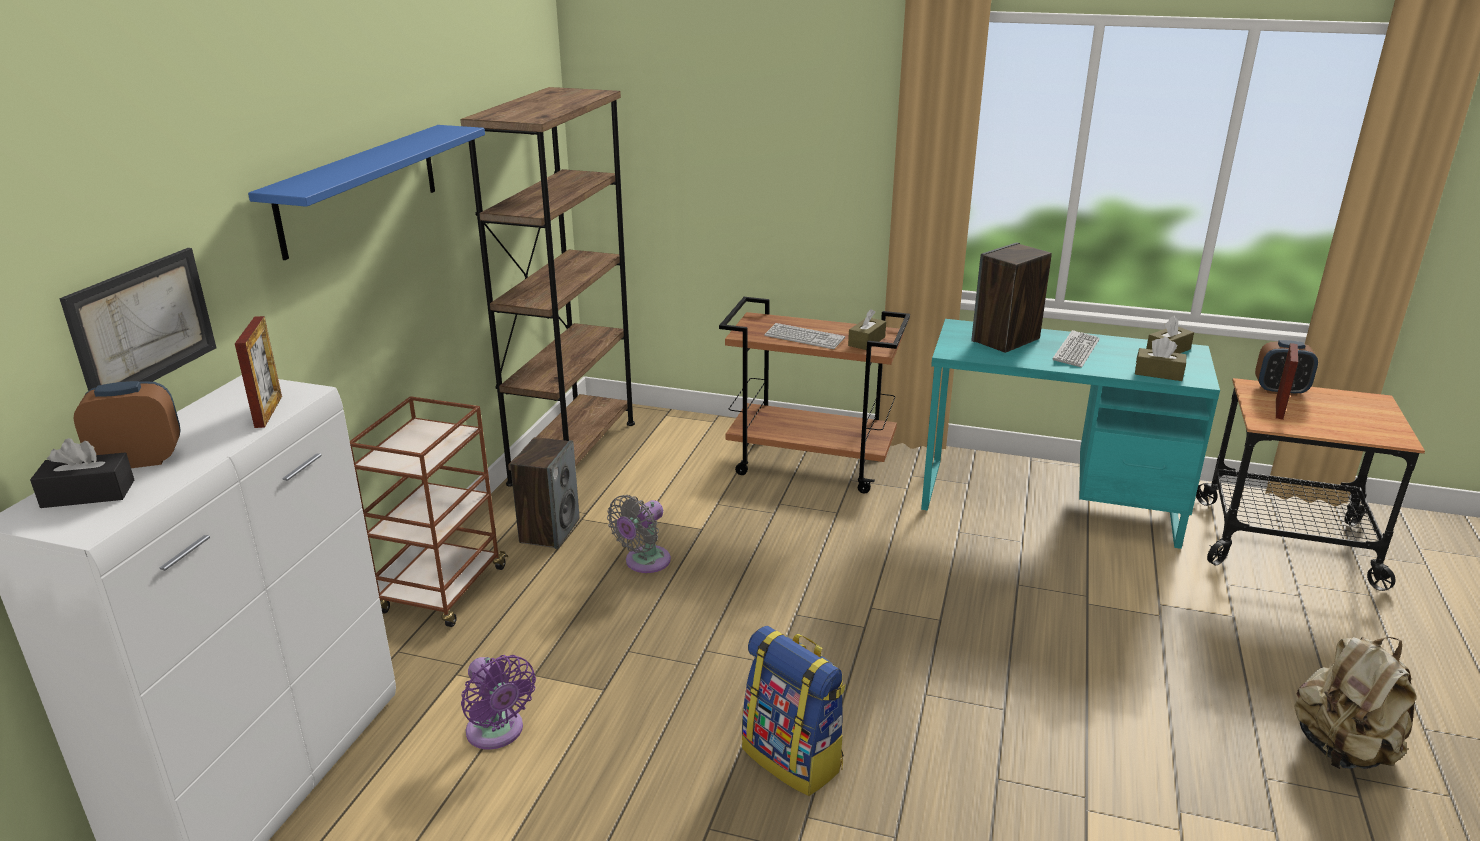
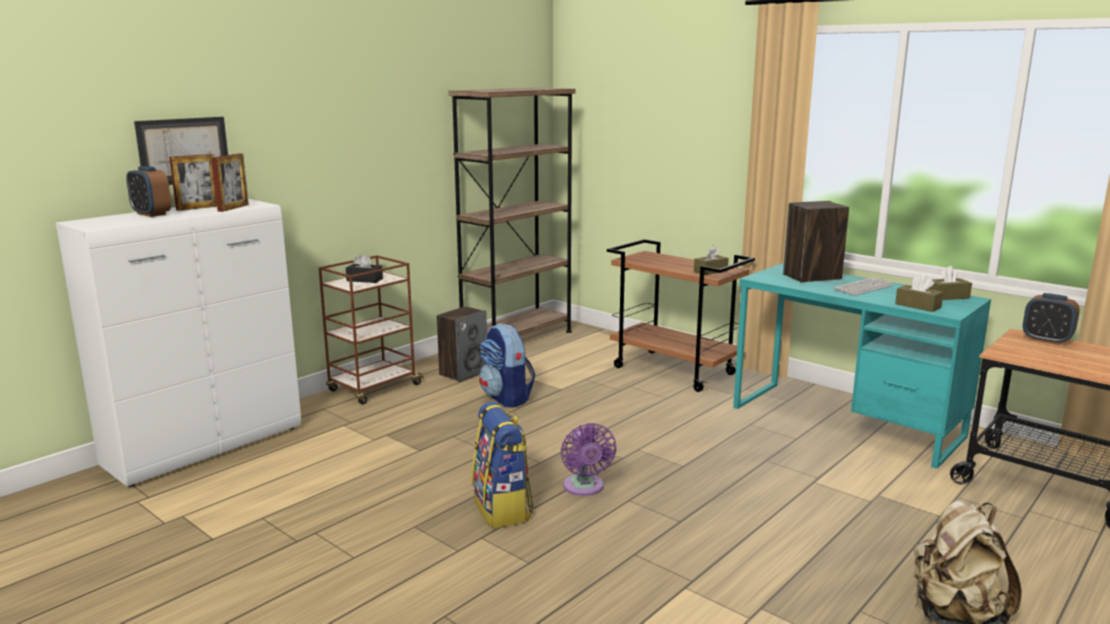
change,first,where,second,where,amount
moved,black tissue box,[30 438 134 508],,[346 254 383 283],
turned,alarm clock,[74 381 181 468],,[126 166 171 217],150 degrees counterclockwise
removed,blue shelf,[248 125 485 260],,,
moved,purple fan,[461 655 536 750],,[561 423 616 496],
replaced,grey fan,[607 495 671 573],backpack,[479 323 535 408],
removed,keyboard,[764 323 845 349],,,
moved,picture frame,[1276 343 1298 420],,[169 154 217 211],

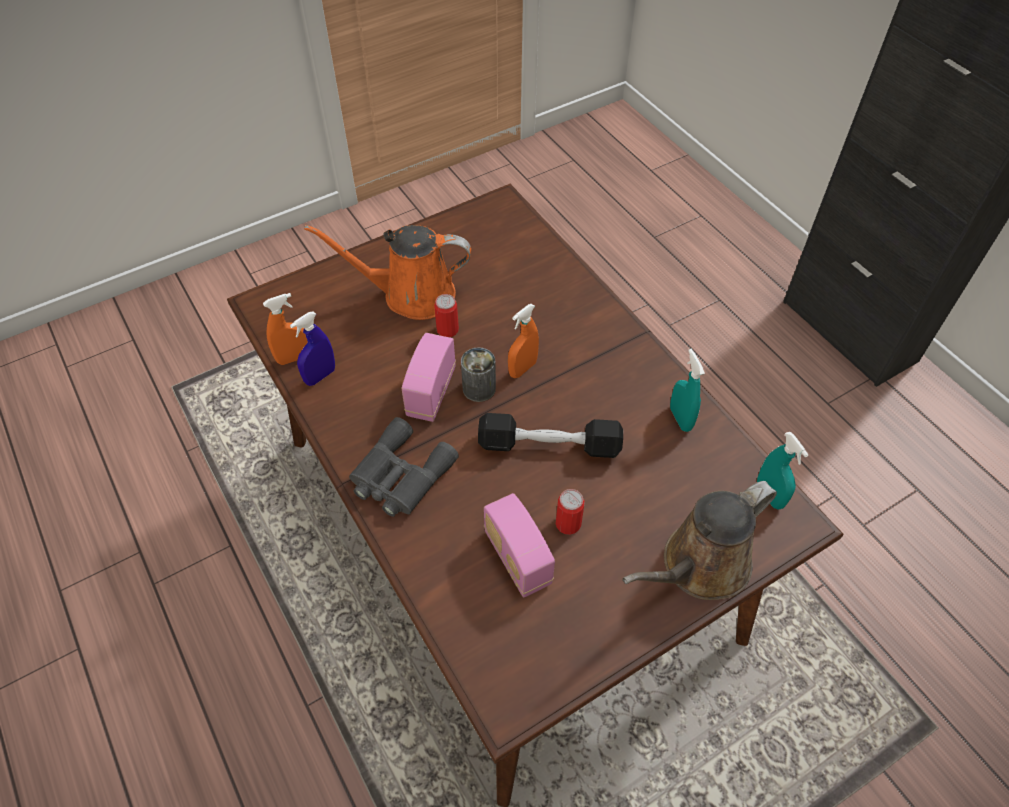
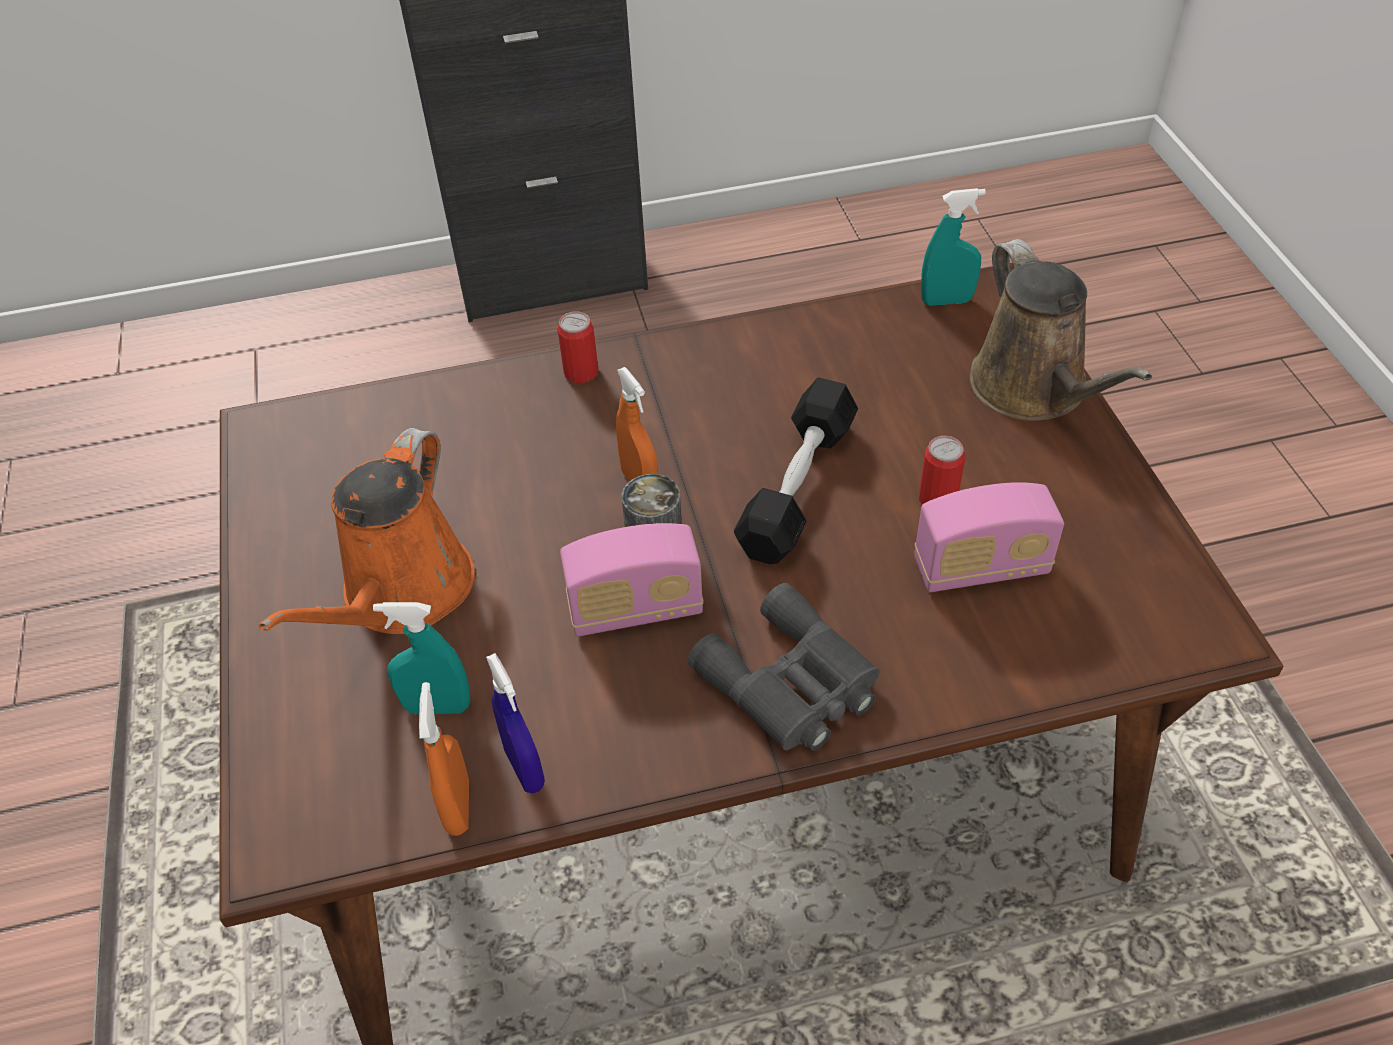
change,first,where,second,where,amount
turned,radio,[402 333 456 422],,[560 523 703 636],45 degrees counterclockwise
moved,can,[434 294 459 337],,[558 311 598 383],
moved,turquoise spray bottle,[670 349 705 432],,[373 602 470 714],

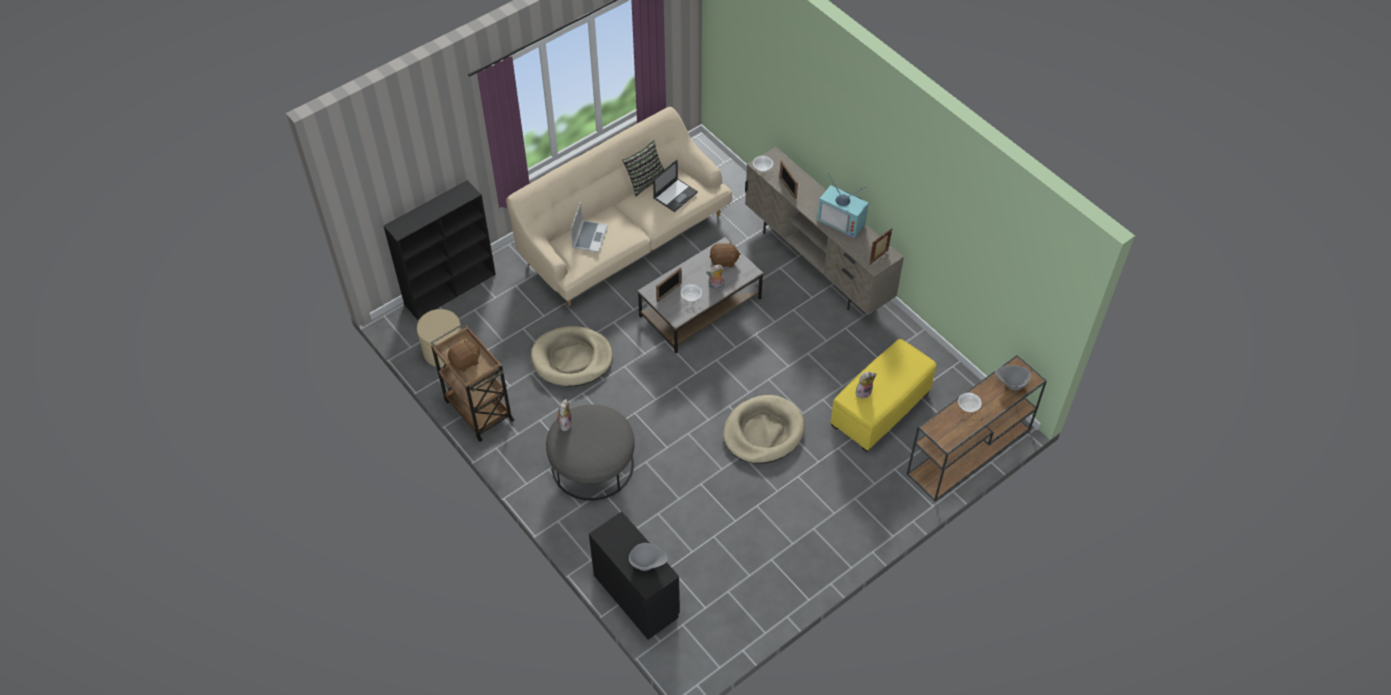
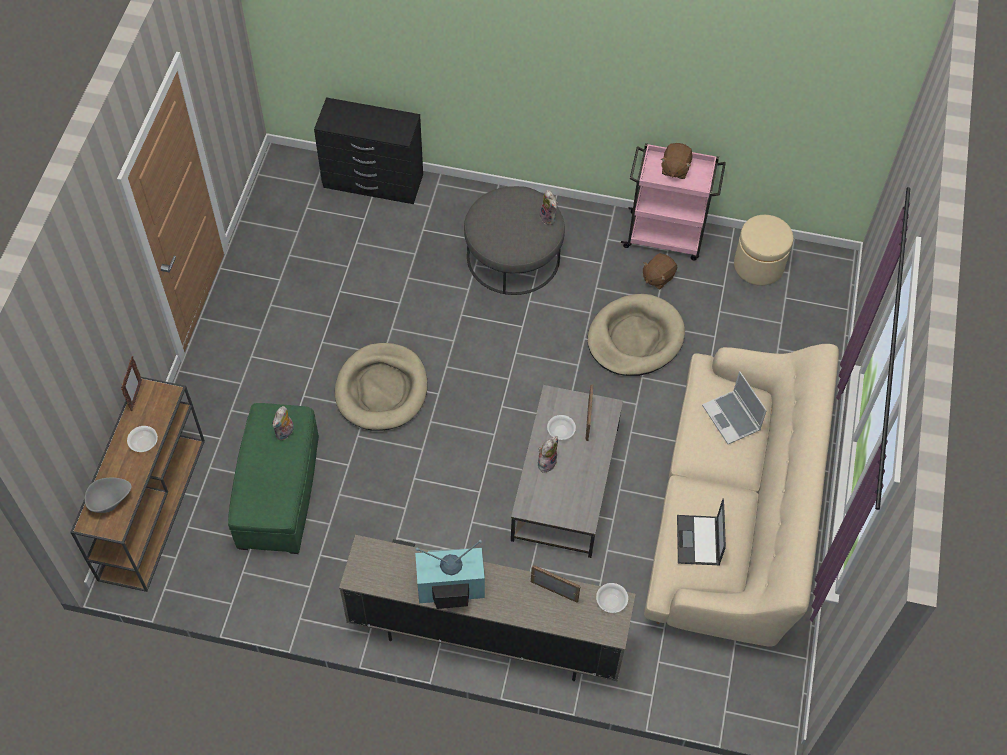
change,first,where,second,where,amount
removed,black bookcase,[384 180 496 320],,,
recoloured,brown cart,[431 324 514 442],pink cart,[621 143 726 260],
removed,pillow,[622 140 664 196],,,
removed,grey bowl,[629 543 668 571],,,
moved,brown plush toy,[710 241 741 268],,[643 253 677 289],
recoloured,yellow ottoman,[831 339 936 452],green ottoman,[228 403 319 554],
moved,picture frame,[869 229 892 265],,[121 356 142 411],

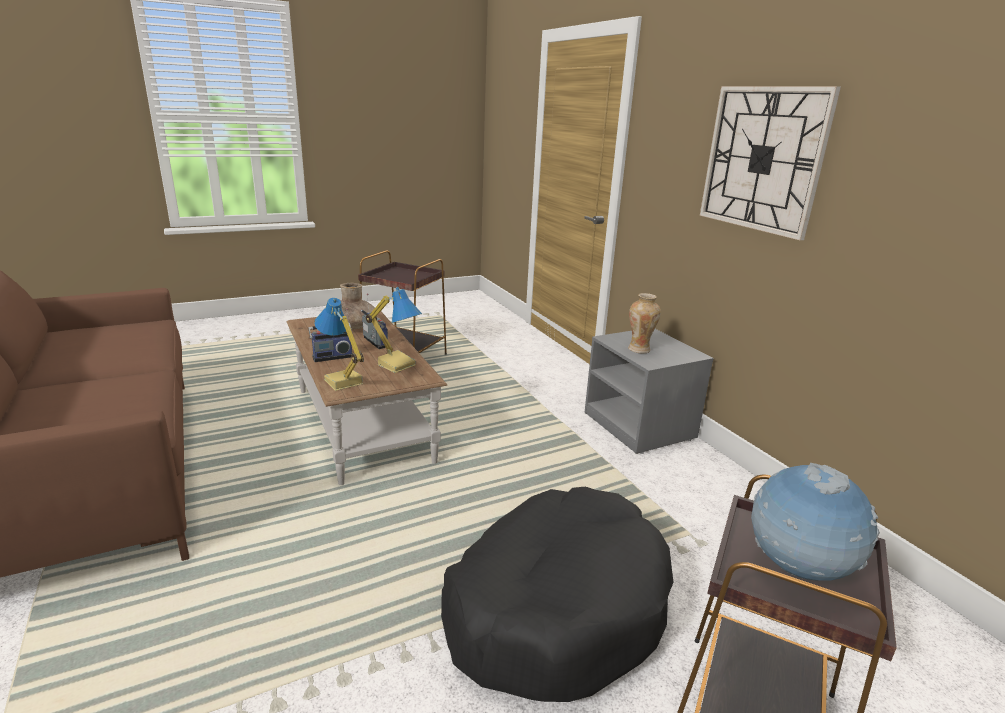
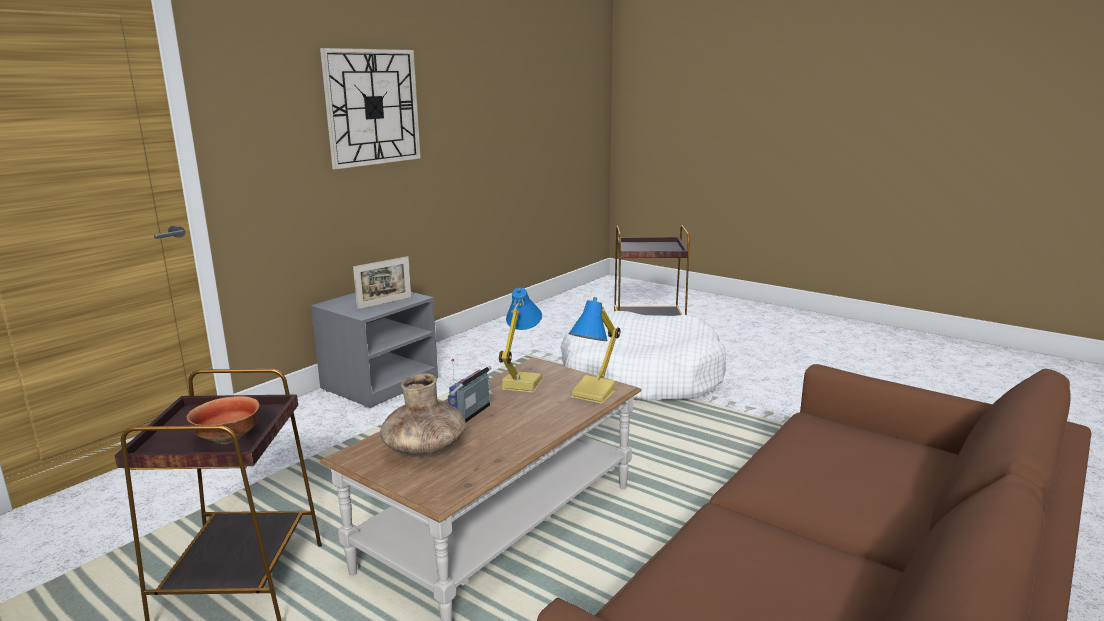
change,first,where,second,where,amount
removed,radio,[308 308 353 362],,,
recoloured,black dog bed,[441 487 673 702],white dog bed,[560 311 726 401],
replaced,vase,[628 293 661 354],picture frame,[353 256 411 309],
removed,globe,[751 463 880 581],,,
added,,,bowl,[187 396 260 444],

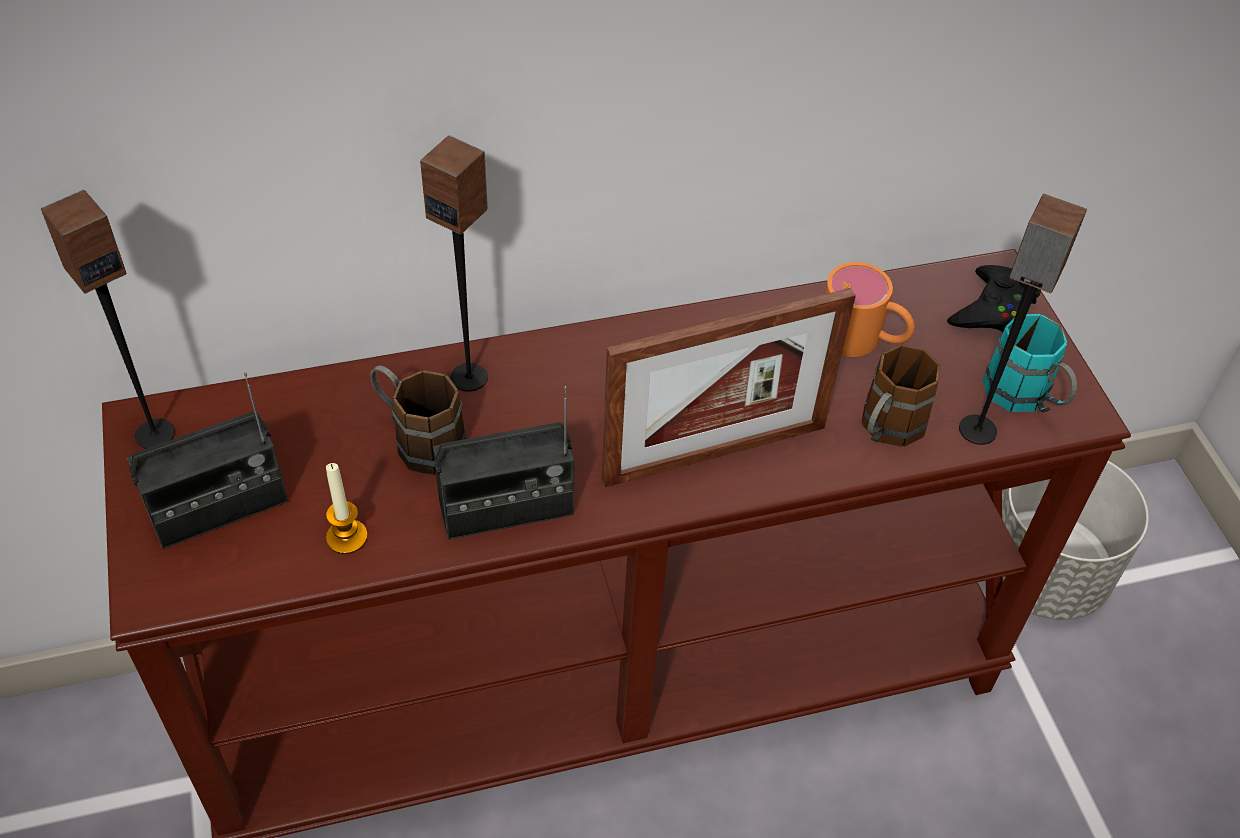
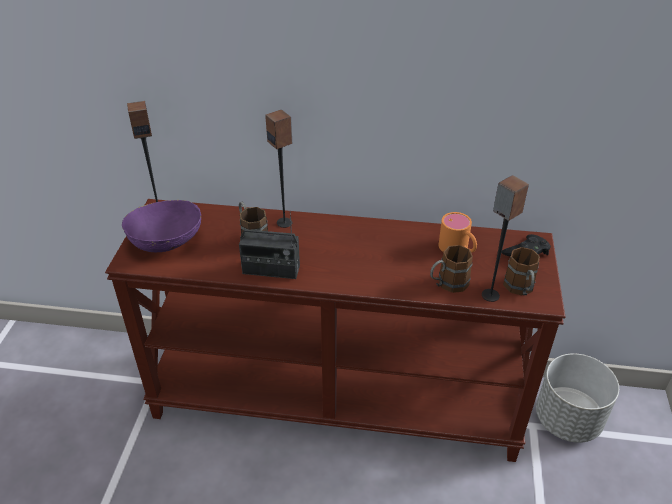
change,first,where,second,where,amount
replaced,radio,[127 372 289 549],purple bowl,[122 200 201 252],
removed,candle,[326 463 368 554],,,
removed,picture frame,[602 288 856 487],,,
recoloured,turquoise mug,[983 314 1077 413],brown mug,[503 247 540 295],

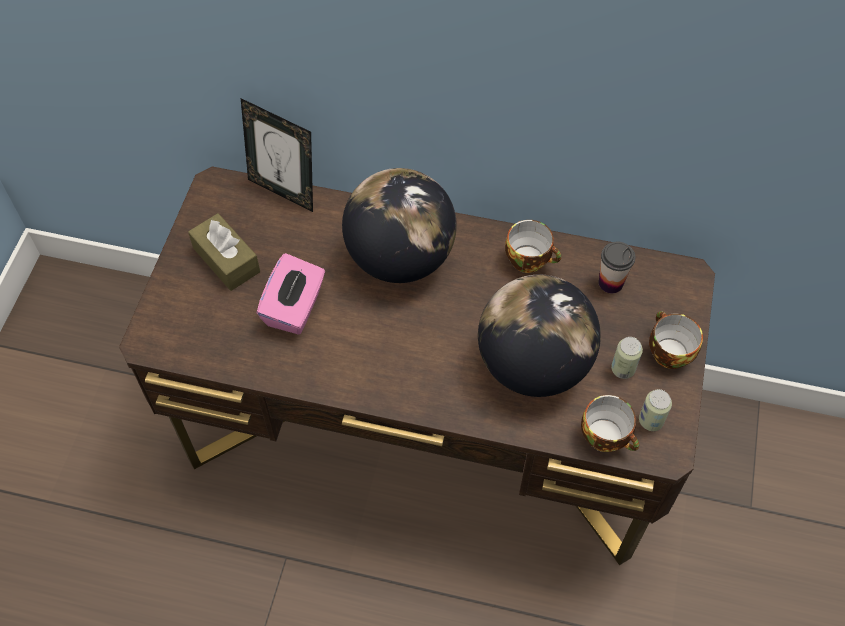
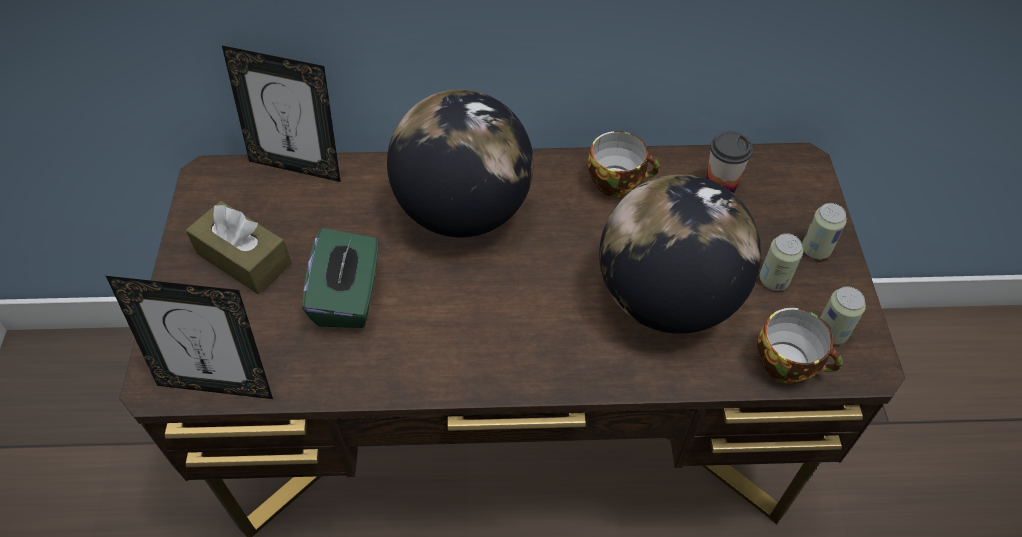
change,first,where,second,where,amount
recoloured,pink tissue box,[257 253 325 334],green tissue box,[302 228 378 328],
replaced,cup,[649 311 703 369],can,[802 203 847 260],
added,,,picture frame,[106 276 273 399],

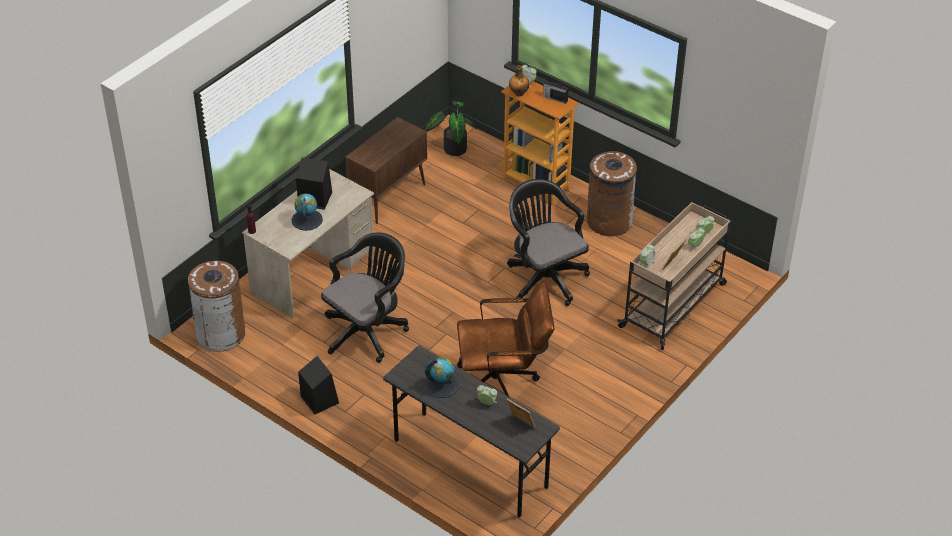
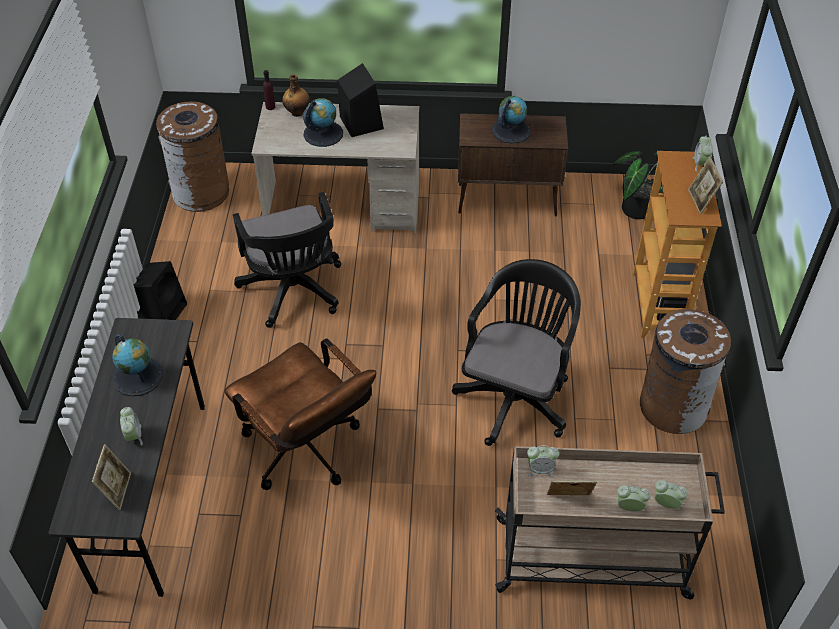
change,first,where,second,where,amount
turned,black office chair,[321 232 409 363],,[233 192 341 328],60 degrees clockwise
moved,bottle,[509 65 529 96],,[282 74 310 117],
replaced,radio,[543 81 569 104],picture frame,[688 156 723 214],
added,,,globe,[492 96 531 144],

